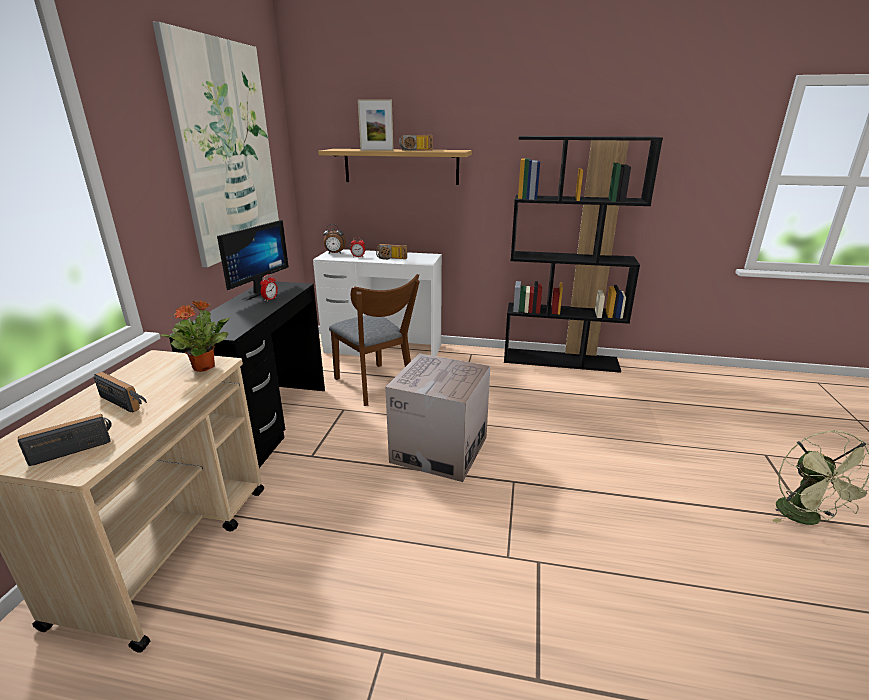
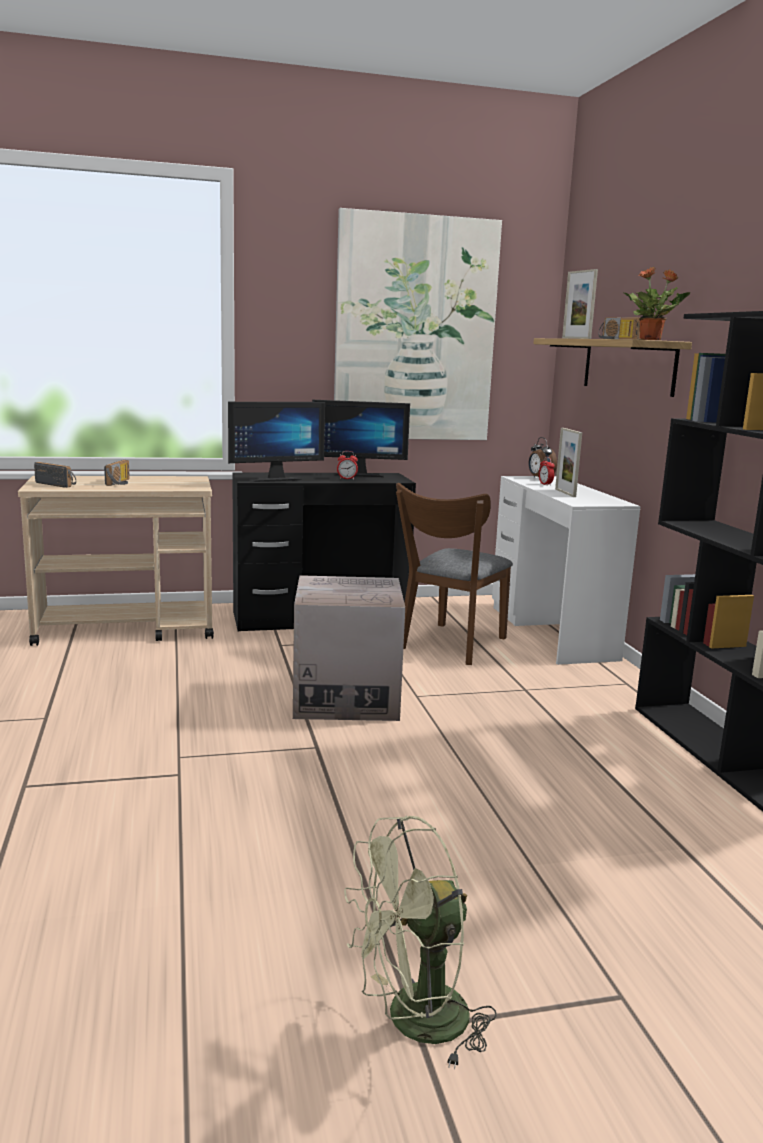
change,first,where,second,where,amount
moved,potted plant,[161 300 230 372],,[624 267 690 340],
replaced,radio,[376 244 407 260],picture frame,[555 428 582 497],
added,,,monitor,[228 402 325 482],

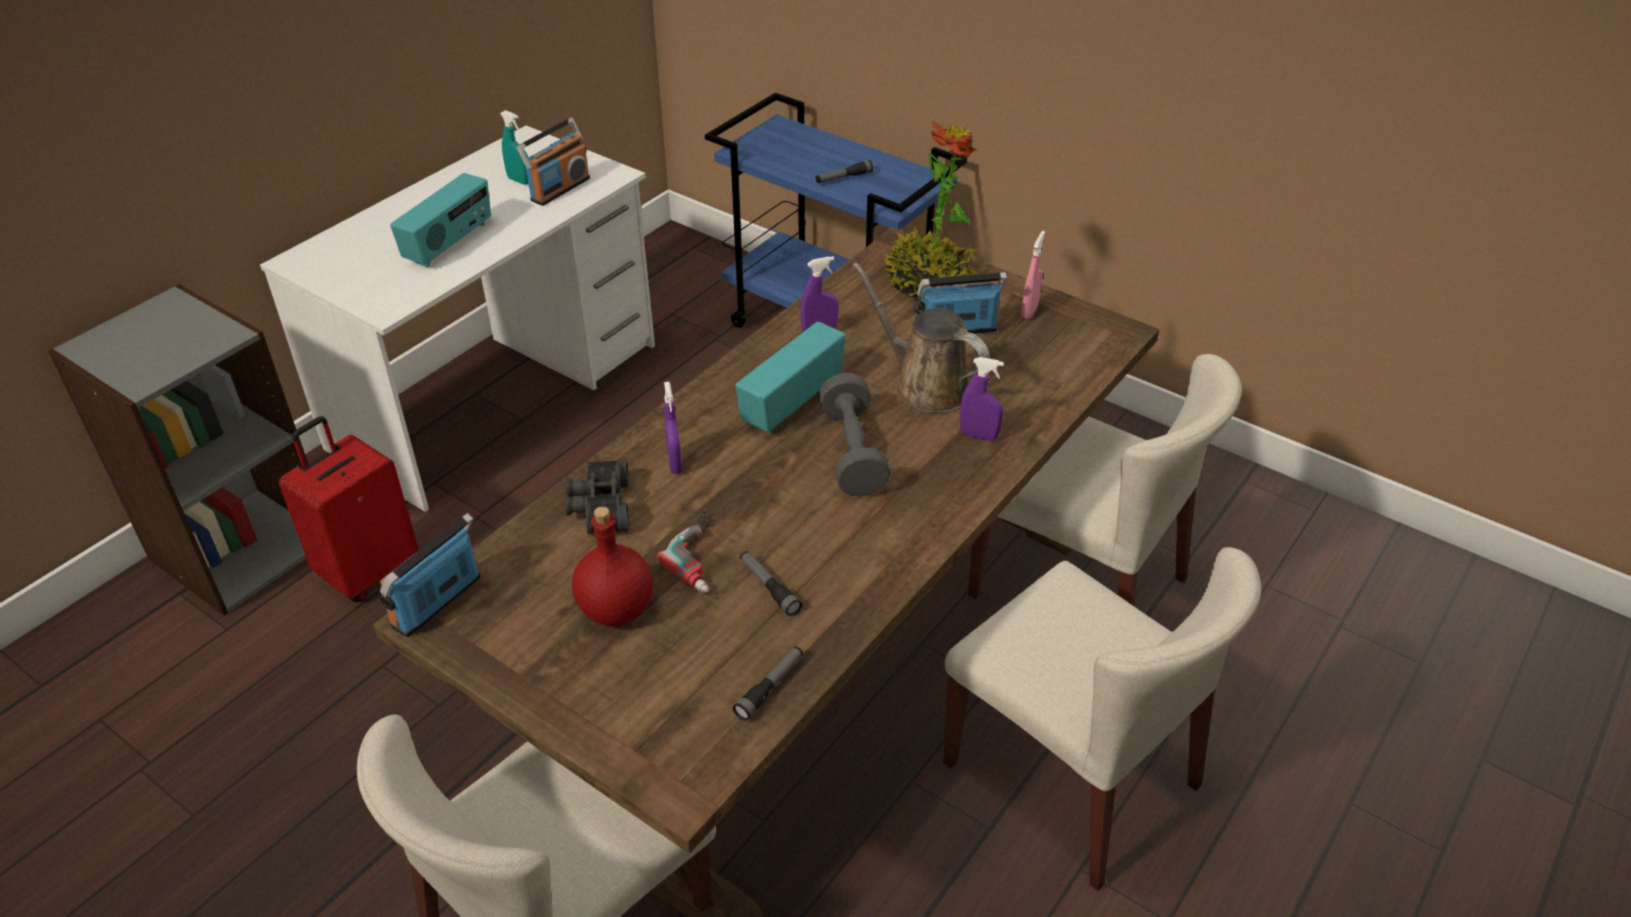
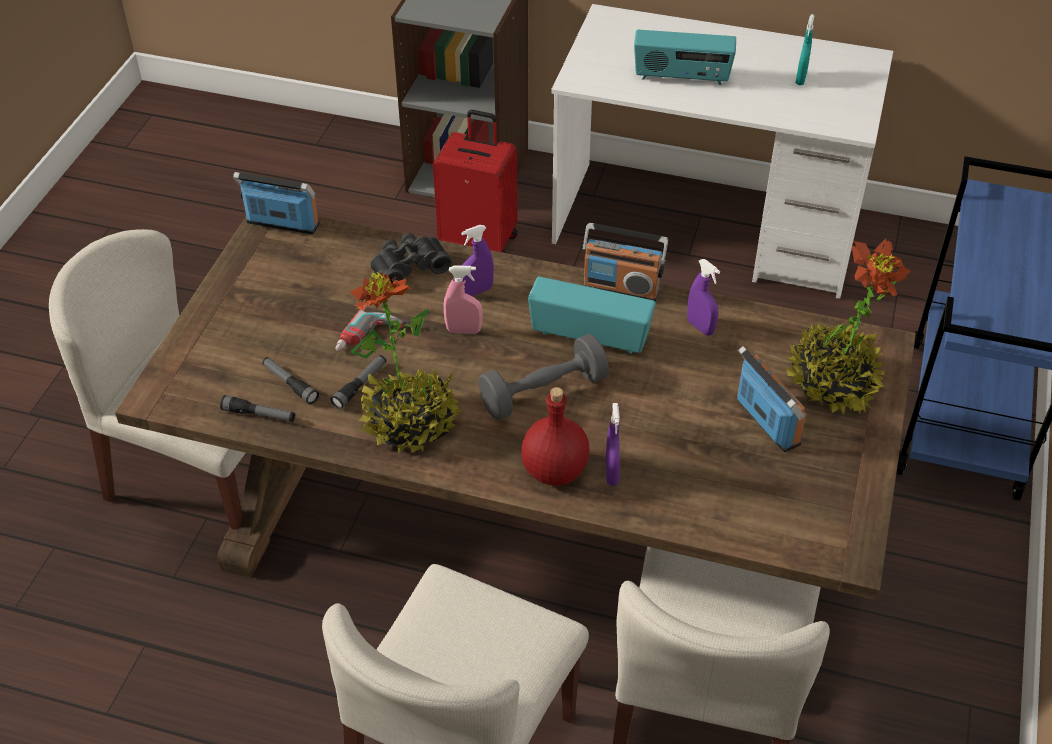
change,first,where,second,where,amount
moved,radio,[517 118 590 206],,[582 223 668 302],
moved,red bottle,[572 507 653 626],,[521 387 590 486],
moved,flashlight,[815 160 873 183],,[262 357 319 404],
removed,brown watering can,[852 262 990 413],,,
moved,pink spray bottle,[1021 231 1045 319],,[444 265 483 334],
added,,,potted plant,[350 272 462 454],

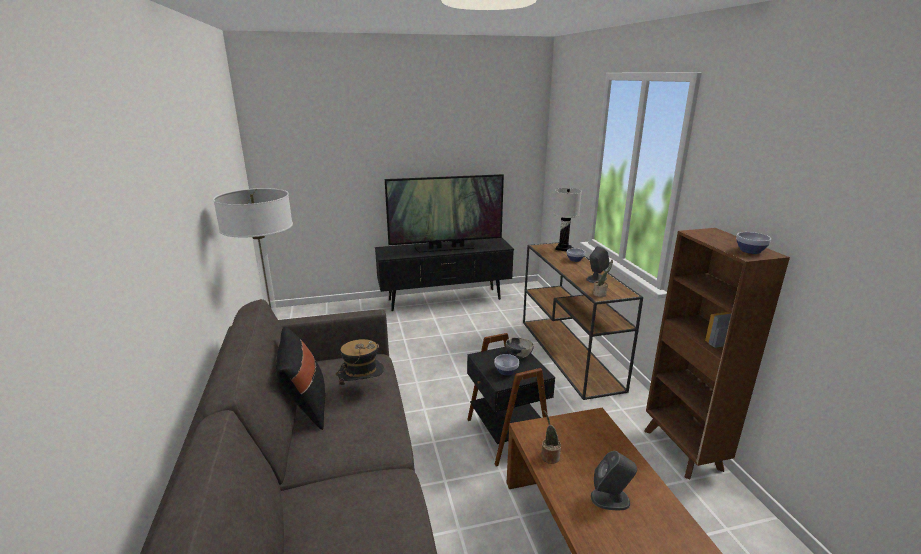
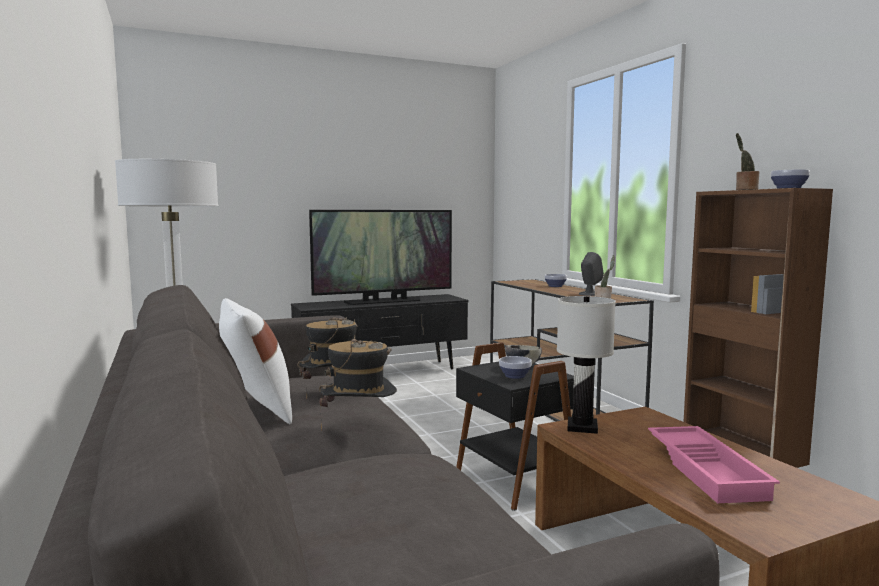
change,first,where,second,where,amount
recoloured,black pillow,[276 327 325 430],white pillow,[219 298 292 424],
moved,potted plant,[541 411 561 464],,[736 133 760 190],
moved,white table lamp,[553 188 582 251],,[557 296 616 434],
replaced,grey speaker,[591 451 637 510],pink tray,[648 426 780 503],
added,,,hat,[319 339 397 431],

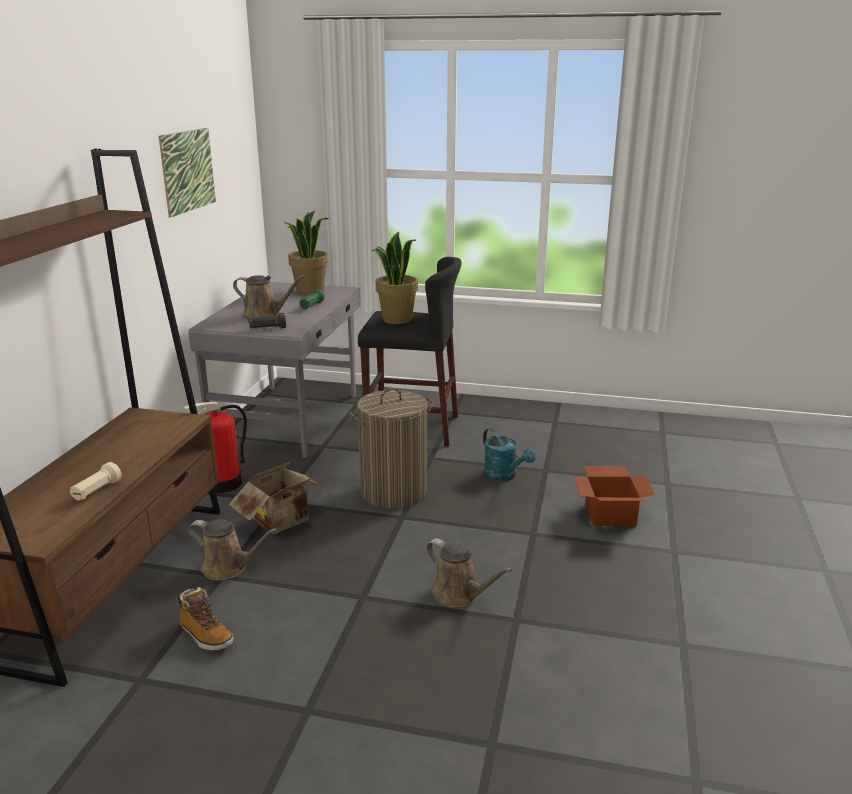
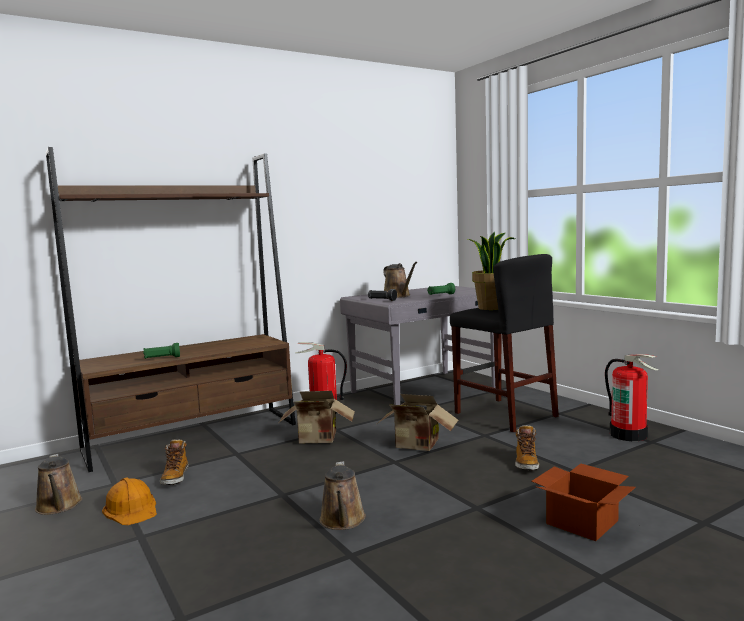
change,first,where,second,where,amount
recoloured,beige flashlight,[70 462 121 501],green flashlight,[143 343 180 359],
removed,picture,[159 128 216 217],,,
moved,brown watering can,[188 519 277 580],,[35 454 83 515],
removed,potted plant,[283 211 328 295],,,
replaced,laundry basket,[350 388 433 509],cardboard box,[377 394 458 451],
replaced,turquoise watering can,[483 428 536 481],boot,[515 425 539 470],
added,,,orange hard hat,[102 477 157 525],
added,,,fire extinguisher,[605 354 659 441],

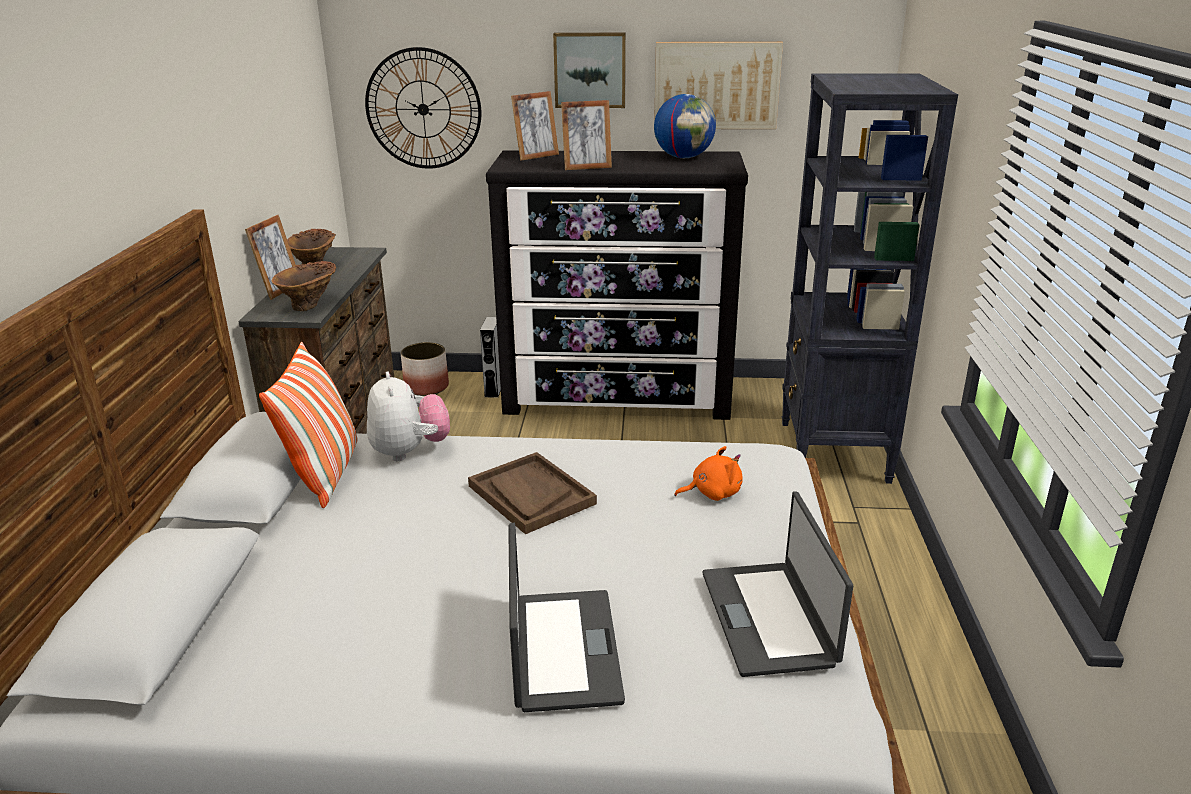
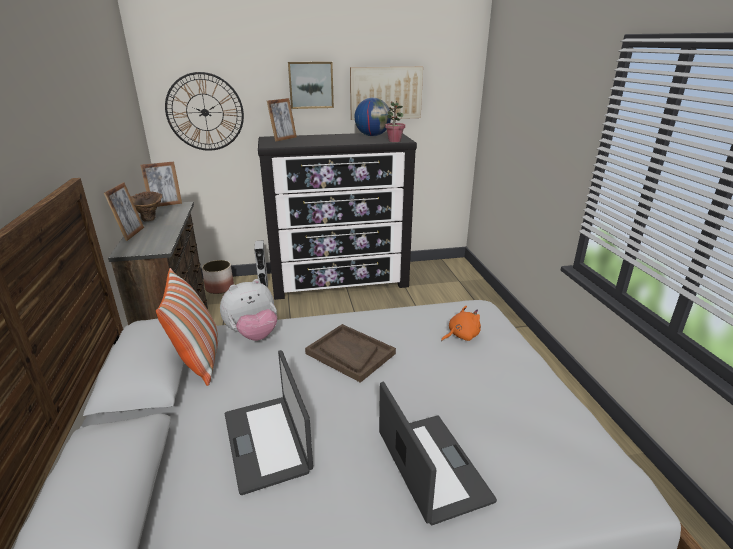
change,first,where,second,where,amount
removed,brown vase,[271 261 336 311],,,
turned,plush toy,[367 371 450 461],,[220 279 277 341],90 degrees clockwise
moved,picture frame,[561 100 612 170],,[140 161 182 207],
moved,laptop,[703 491 853 677],,[225 350 313 495],
removed,black bookcase,[781 73 958 484],,,
added,,,potted plant,[385 101 405 142],

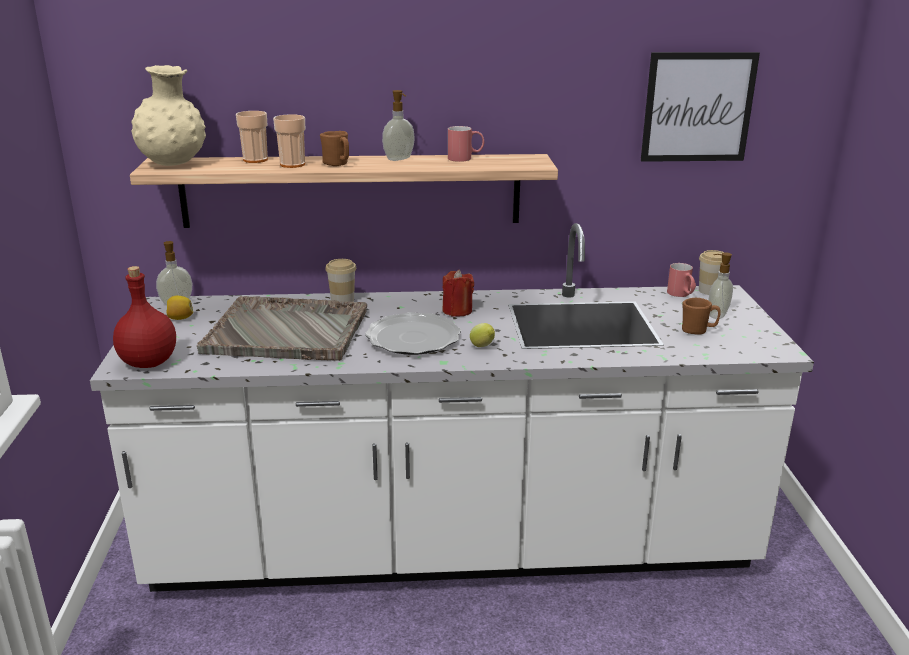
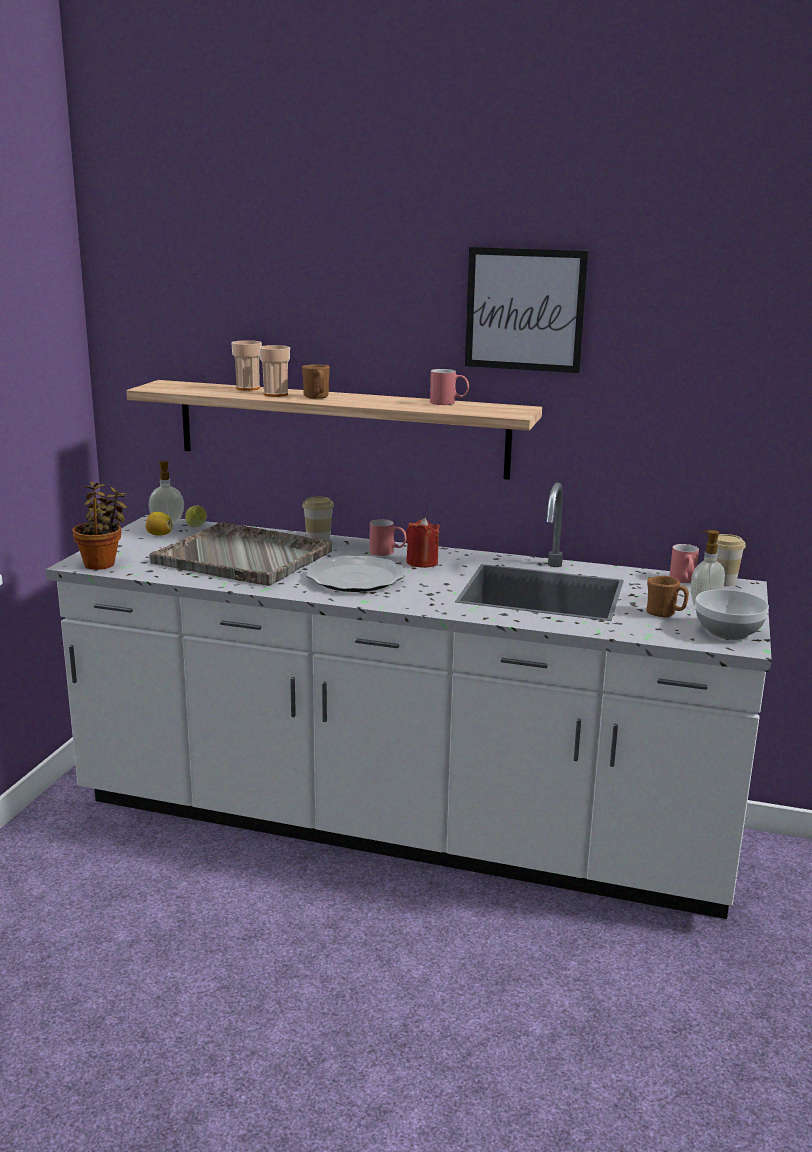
change,first,where,second,where,amount
replaced,red bottle,[113 266 176 368],potted plant,[73 481 127 570],
removed,beige vase,[131 65 206 166],,,
removed,soap dispenser,[382 90 415 161],,,
moved,lemon,[470 323 495 347],,[185 505 207 527],
moved,picture,[641 52 760 162],,[465 247 588 373],
added,,,red mug,[370 519 407 556],
added,,,bowl,[695 590 769 640],

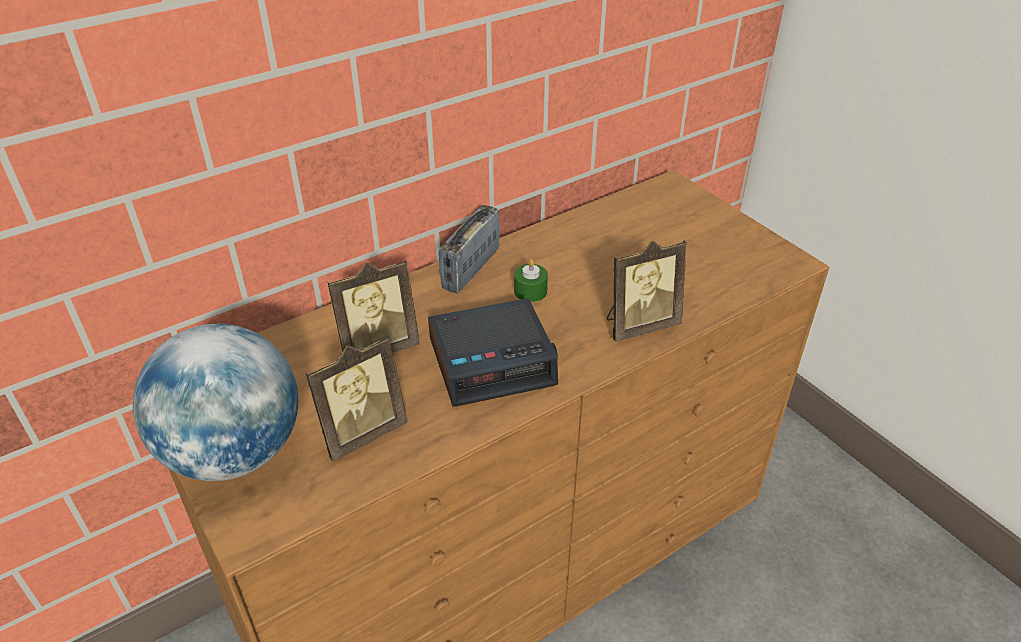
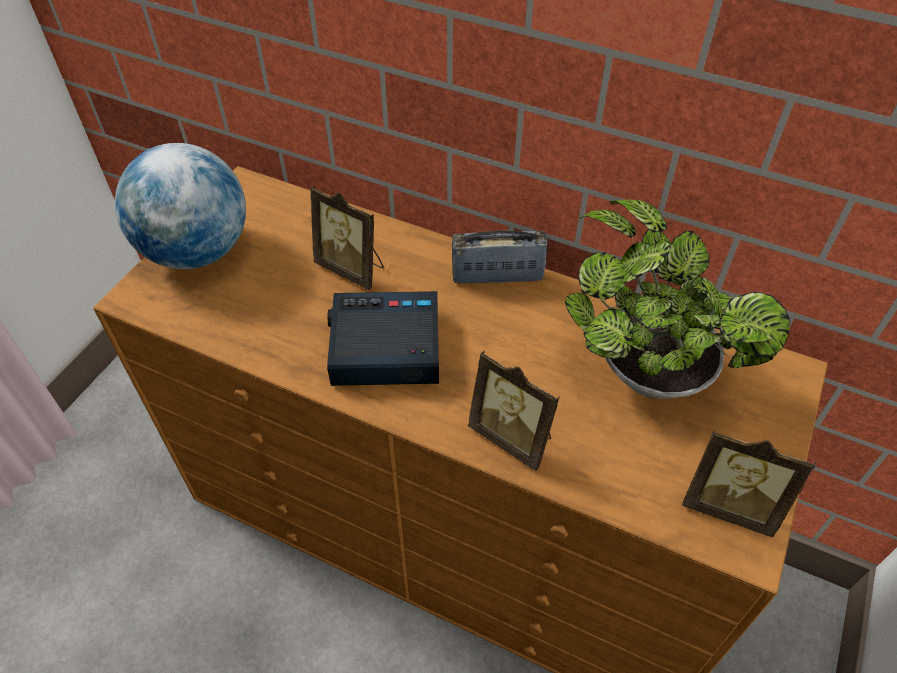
change,first,where,second,where,amount
moved,picture frame,[306 335 407 462],,[682 429 816 537],
turned,alarm clock,[428 298 558 407],,[327 291 439 386],135 degrees clockwise
removed,green candle,[514 259 548 302],,,
added,,,potted plant,[565 199 790 399],

